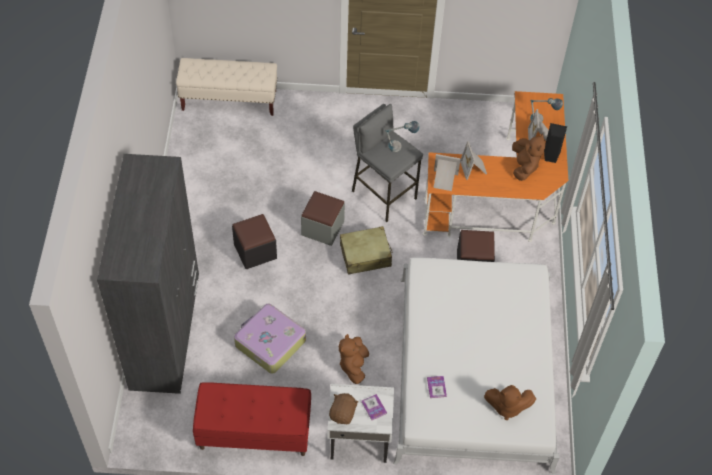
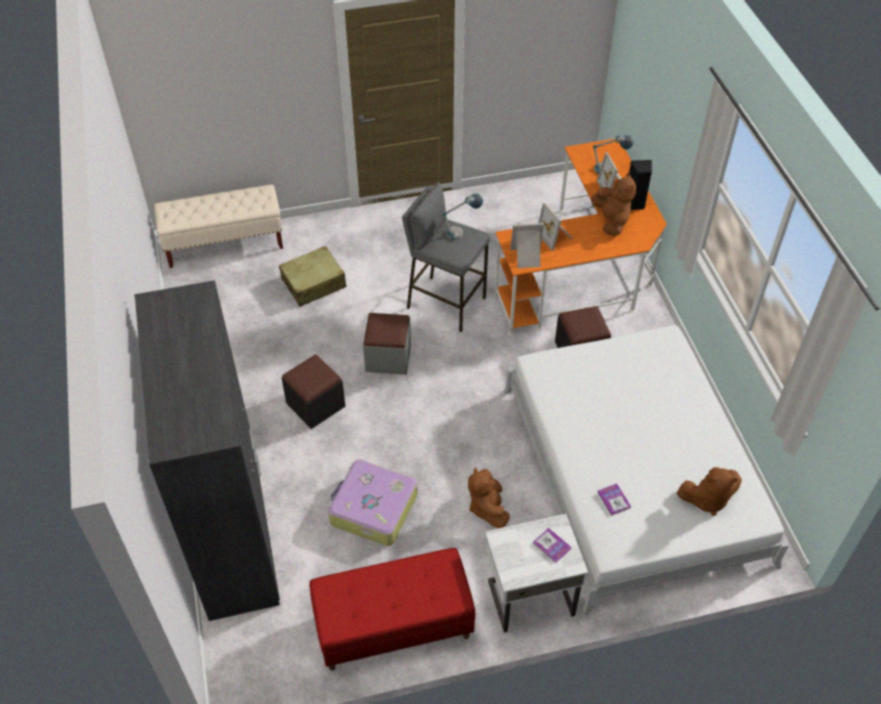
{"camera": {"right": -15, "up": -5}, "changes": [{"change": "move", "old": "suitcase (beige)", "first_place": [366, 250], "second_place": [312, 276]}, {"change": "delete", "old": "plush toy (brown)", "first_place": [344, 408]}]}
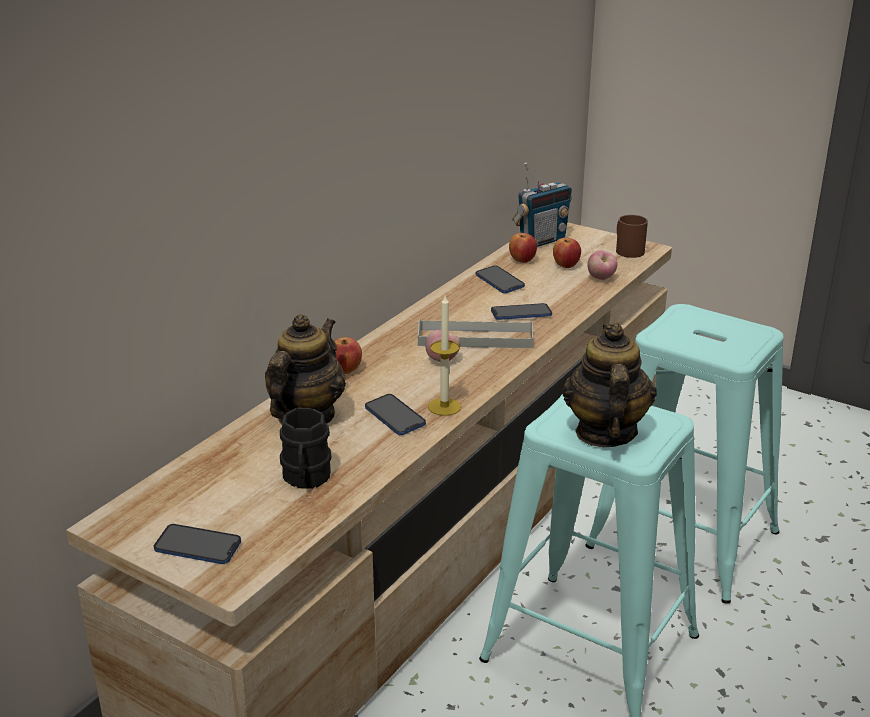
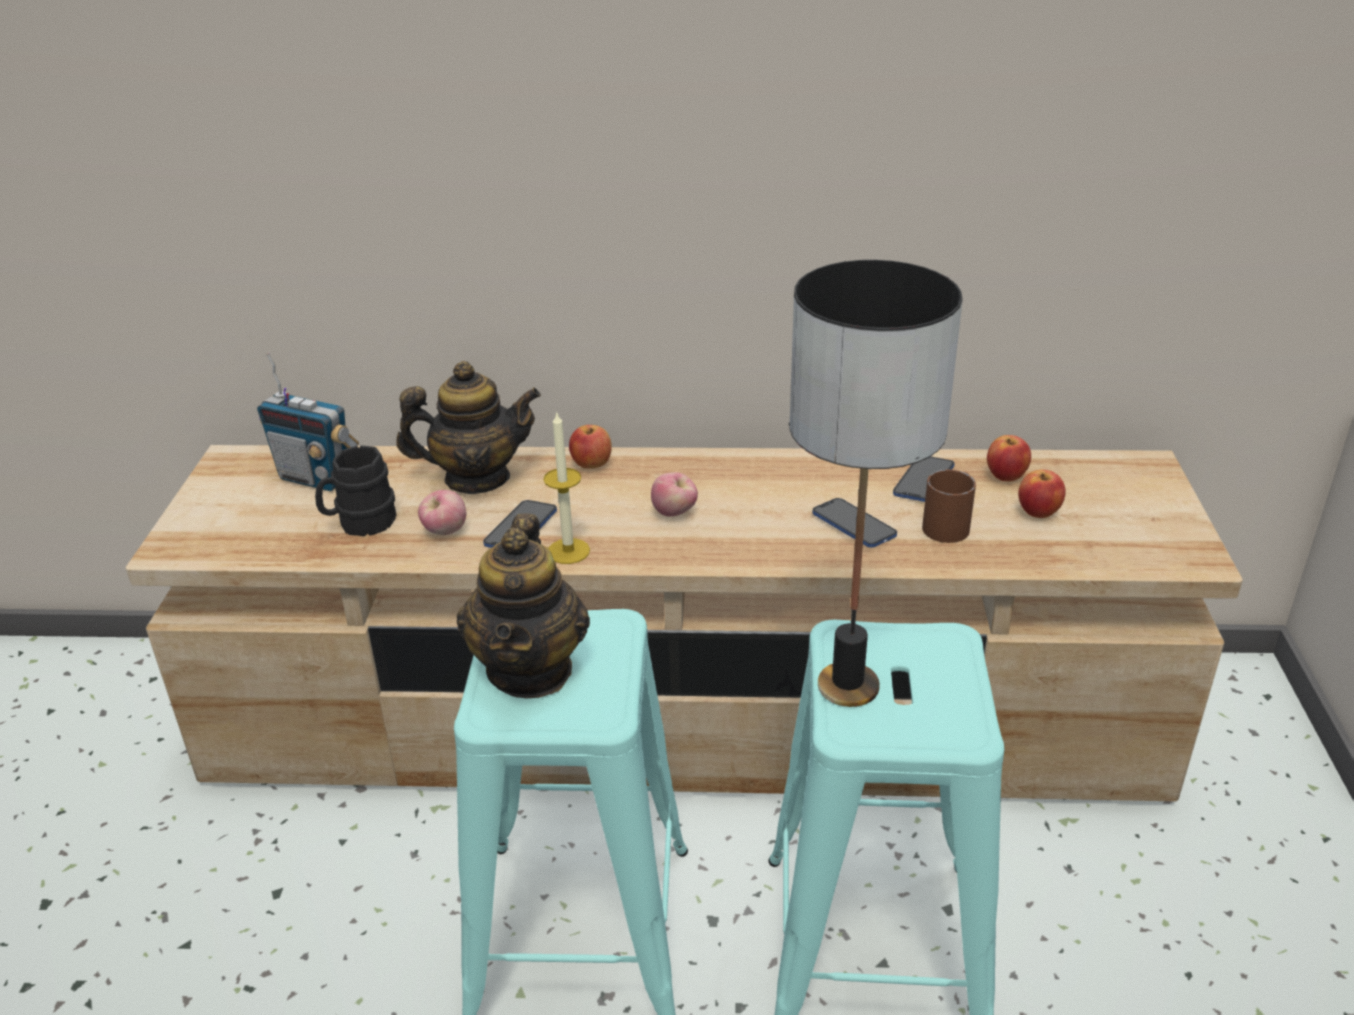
{"camera": {"right": 60, "up": 5}, "changes": [{"change": "move", "old": "radio", "first_place": [542, 205], "second_place": [308, 421]}, {"change": "move", "old": "apple", "first_place": [602, 265], "second_place": [442, 512]}, {"change": "rotate", "old": "teapot", "first_place": [609, 384], "second_place": [523, 606], "degrees": 120}, {"change": "insert", "new": "table lamp", "second_place": [876, 483]}, {"change": "move", "old": "mug (brown)", "first_place": [632, 236], "second_place": [949, 506]}, {"change": "delete", "old": "phone", "first_place": [197, 544]}, {"change": "delete", "old": "tray (grey)", "first_place": [475, 333]}]}
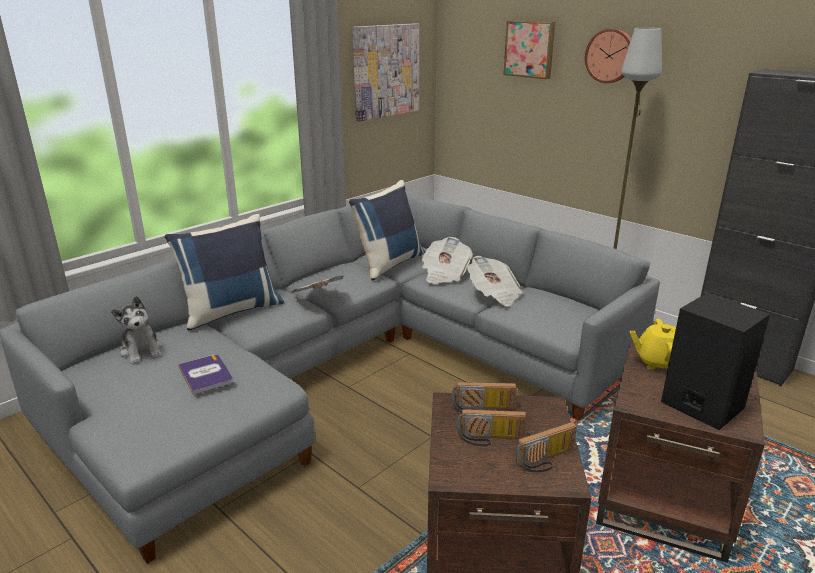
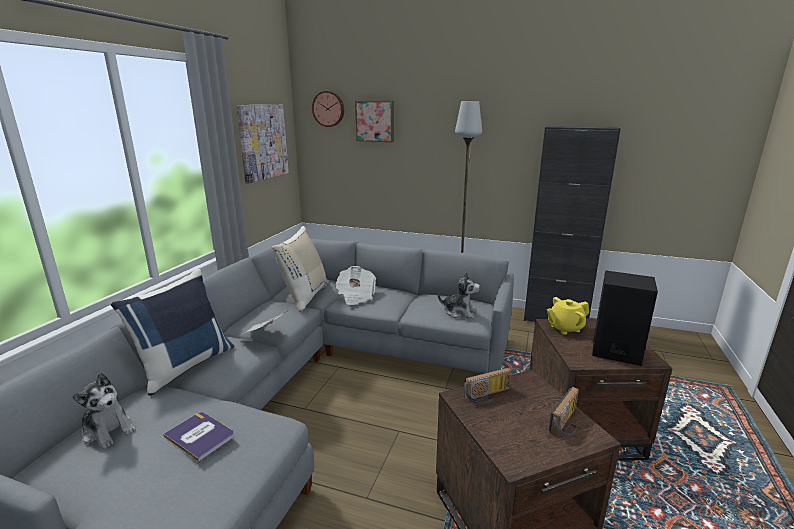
{"camera": {"right": -25, "up": -5}, "changes": [{"change": "recolor", "old": "pillow (blue)", "new": "pillow (beige)", "first_place": [387, 230], "second_place": [300, 269]}, {"change": "move", "old": "wall clock", "first_place": [608, 55], "second_place": [328, 109]}, {"change": "insert", "new": "plush toy", "second_place": [459, 295]}, {"change": "delete", "old": "radio", "first_place": [491, 428]}, {"change": "delete", "old": "newspaper", "first_place": [495, 281]}]}
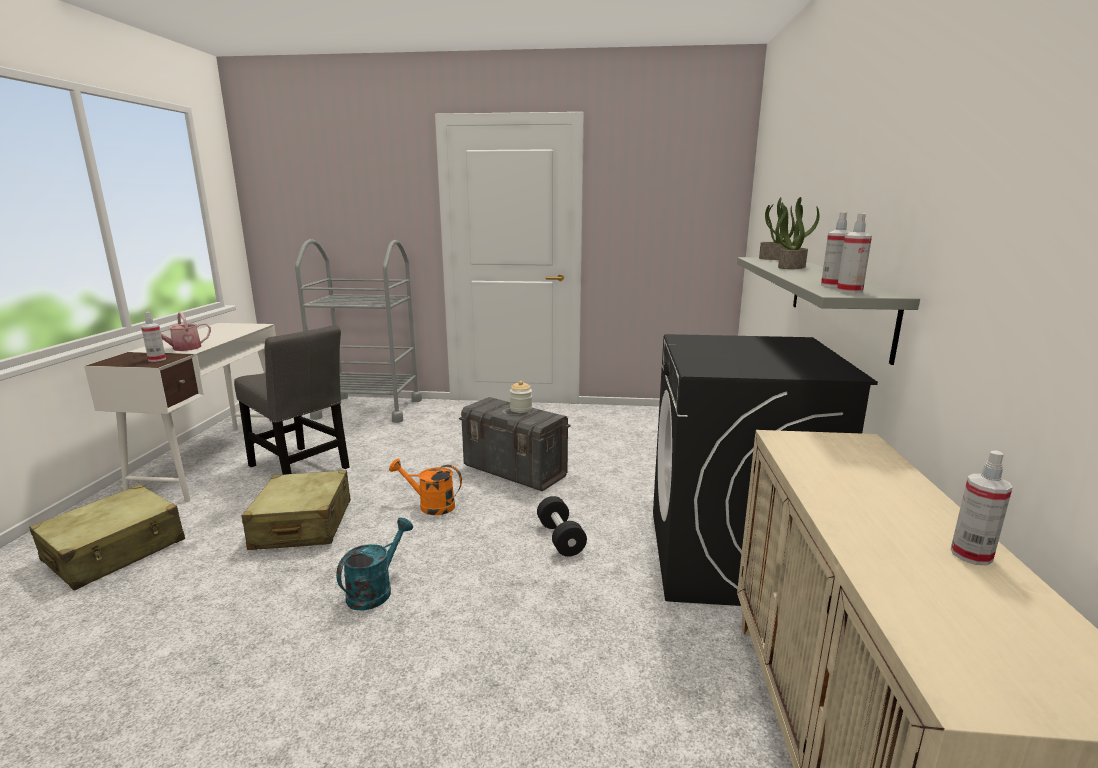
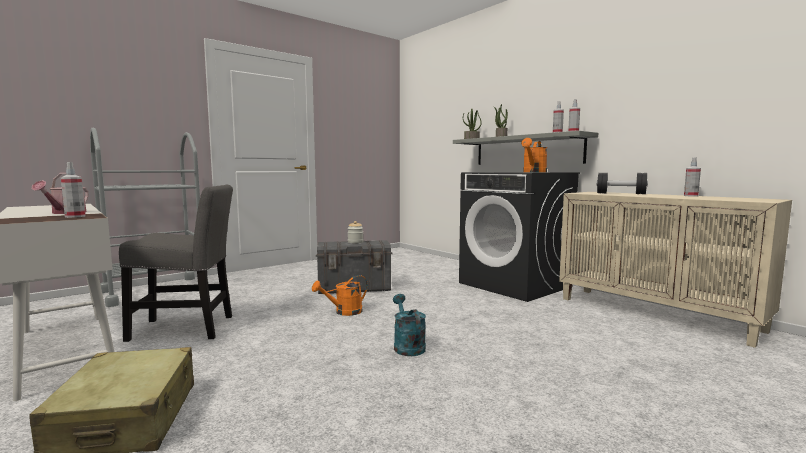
{"camera": {"right": -45, "up": -10}, "changes": [{"change": "insert", "new": "watering can (orange)", "second_place": [534, 155]}, {"change": "move", "old": "dumbbell (black)", "first_place": [562, 526], "second_place": [622, 183]}, {"change": "delete", "old": "suitcase (beige)", "first_place": [296, 510]}]}
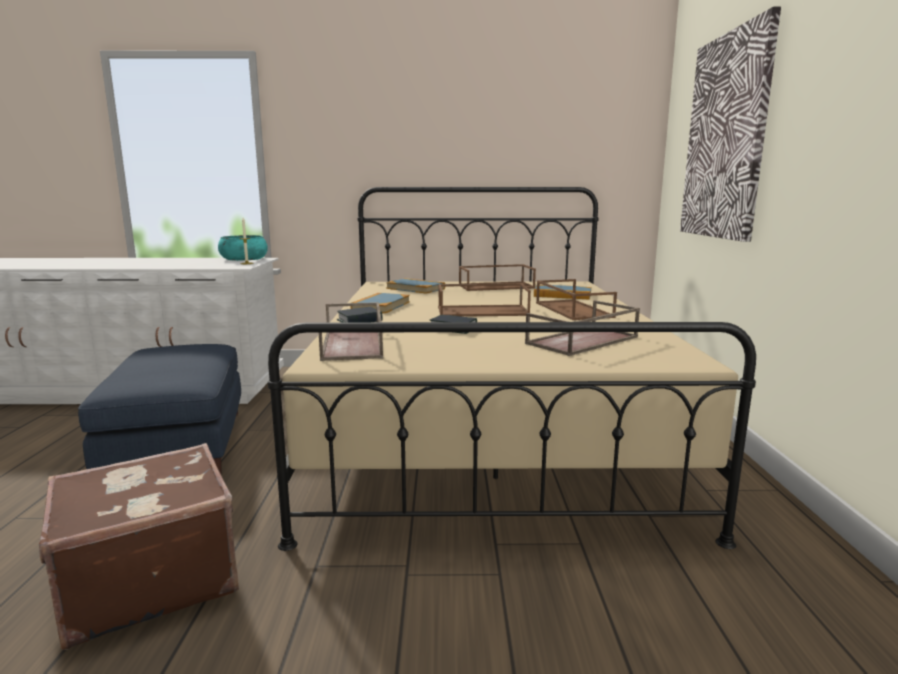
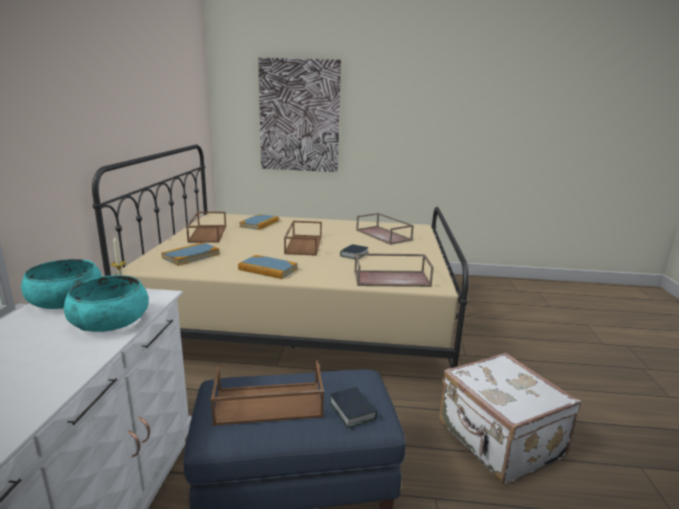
{"camera": {"right": -85, "up": 5}, "changes": [{"change": "insert", "new": "bowl (turquoise)", "second_place": [106, 303]}, {"change": "move", "old": "tray (brown)", "first_place": [576, 299], "second_place": [267, 393]}, {"change": "move", "old": "book", "first_place": [360, 314], "second_place": [353, 407]}, {"change": "recolor", "old": "suitcase (brown)", "new": "suitcase (white)", "first_place": [139, 546], "second_place": [510, 419]}]}
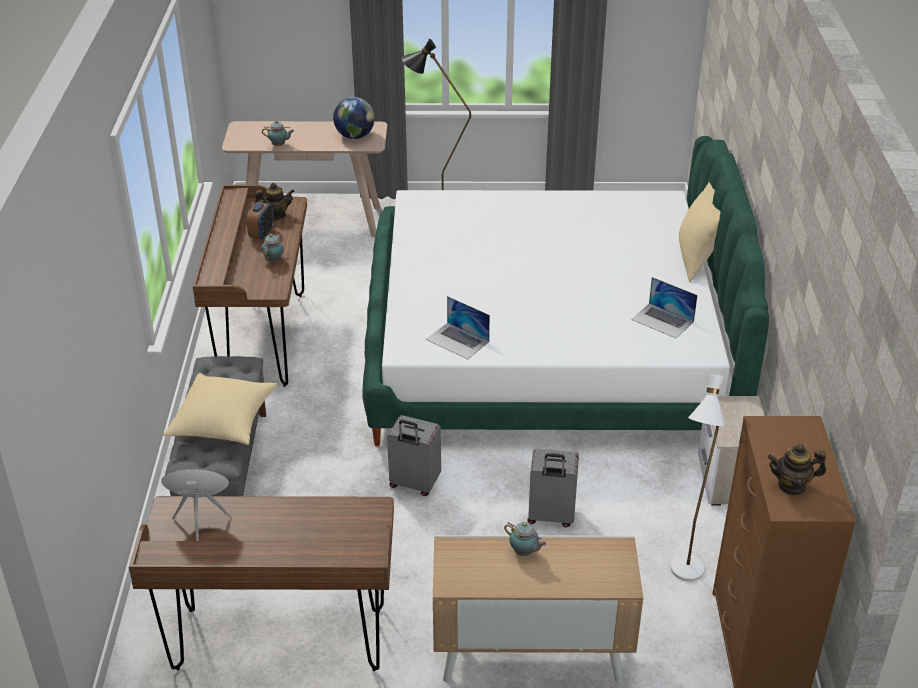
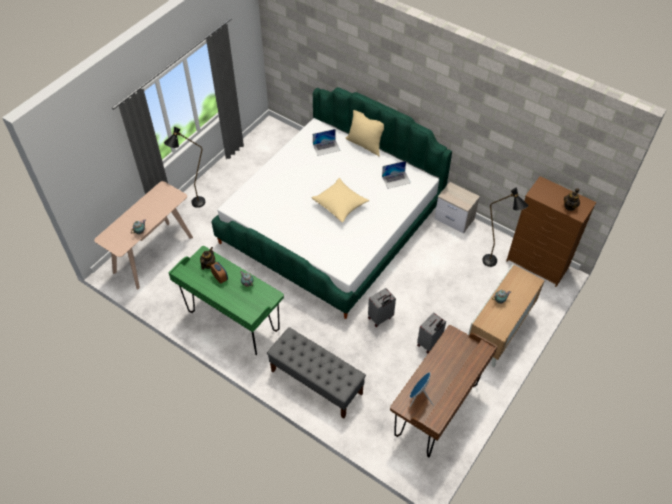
{"camera": {"right": -55, "up": 15}, "changes": [{"change": "recolor", "old": "desk (brown)", "new": "desk (green)", "first_place": [250, 286], "second_place": [226, 300]}, {"change": "move", "old": "pillow (beige)", "first_place": [220, 409], "second_place": [340, 200]}, {"change": "move", "old": "laptop", "first_place": [458, 327], "second_place": [326, 142]}, {"change": "move", "old": "suitcase (grey)", "first_place": [553, 488], "second_place": [431, 332]}, {"change": "recolor", "old": "floor lamp (white)", "new": "floor lamp (black)", "first_place": [697, 478], "second_place": [505, 227]}, {"change": "delete", "old": "globe", "first_place": [354, 118]}]}
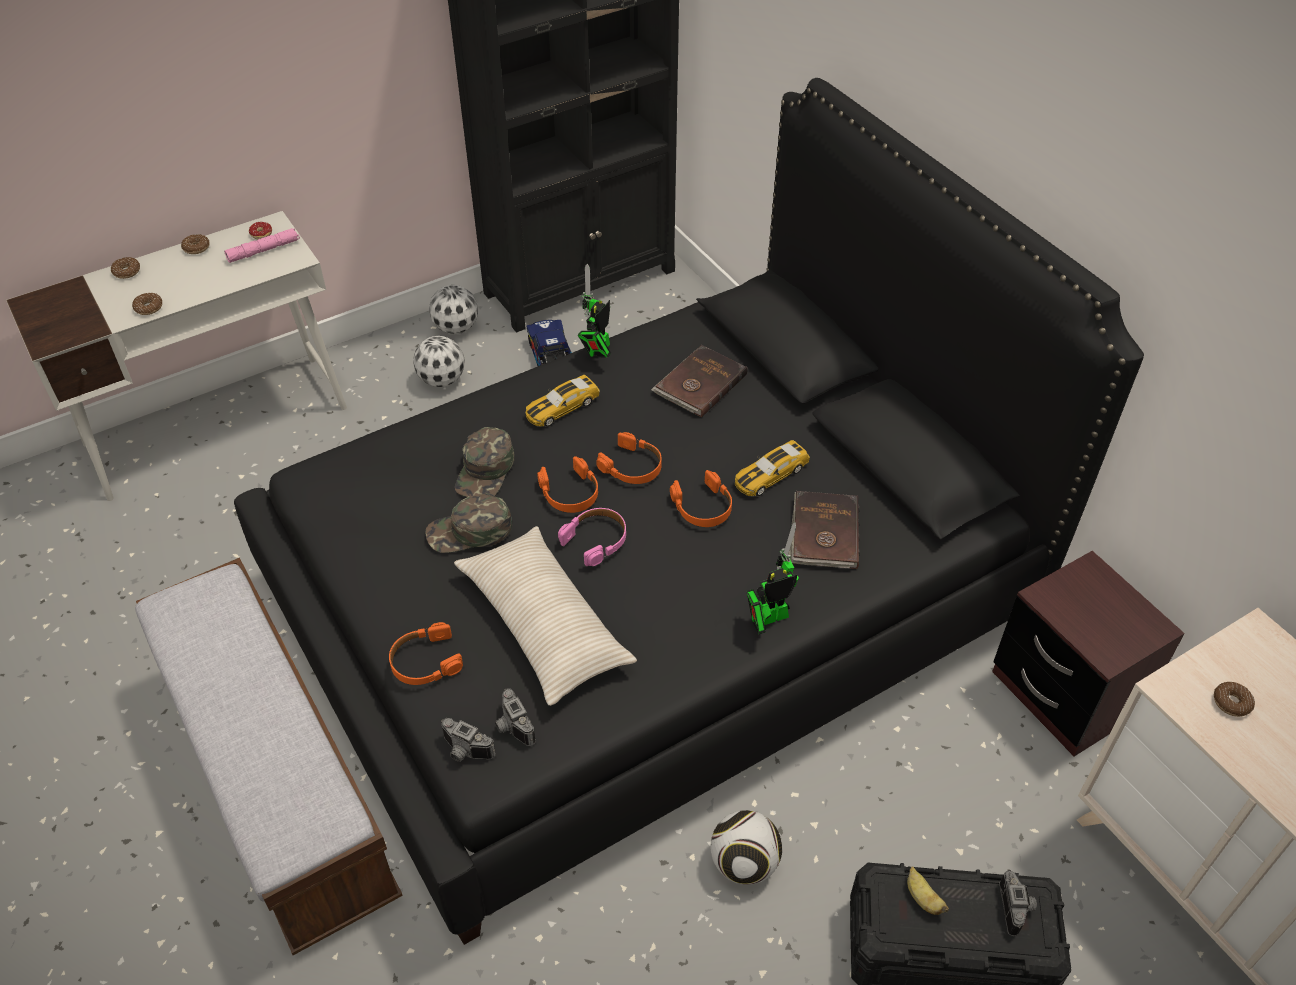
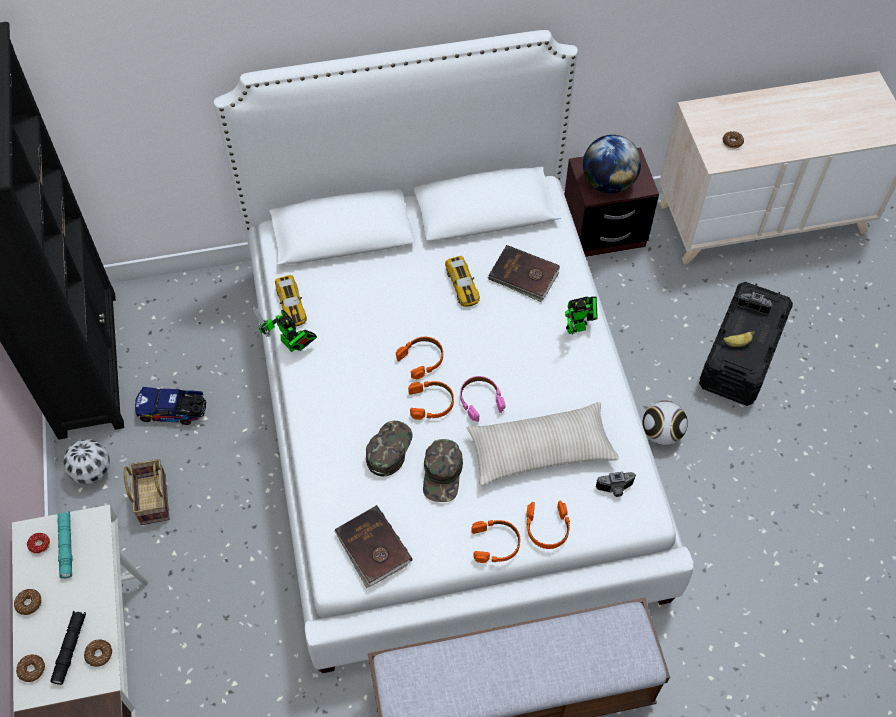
{"camera": {"right": -70, "up": 10}, "changes": [{"change": "insert", "new": "flashlight (black)", "second_place": [68, 647]}, {"change": "recolor", "old": "flashlight (pink)", "new": "flashlight (turquoise)", "first_place": [262, 245], "second_place": [65, 545]}, {"change": "replace", "old": "football", "new": "basket", "first_place": [439, 361], "second_place": [146, 492]}, {"change": "recolor", "old": "bed (black)", "new": "bed (white)", "first_place": [689, 511], "second_place": [454, 351]}, {"change": "move", "old": "toy car", "first_place": [563, 401], "second_place": [291, 301]}, {"change": "move", "old": "book (brown)", "first_place": [699, 381], "second_place": [373, 546]}, {"change": "rotate", "old": "cap (green)", "first_place": [485, 462], "second_place": [389, 448], "degrees": -105}, {"change": "move", "old": "headphones (orange)", "first_place": [701, 498], "second_place": [495, 541]}, {"change": "rotate", "old": "toy robot", "first_place": [772, 578], "second_place": [581, 315], "degrees": -105}, {"change": "insert", "new": "globe", "second_place": [612, 164]}, {"change": "delete", "old": "photo camera", "first_place": [468, 740]}]}
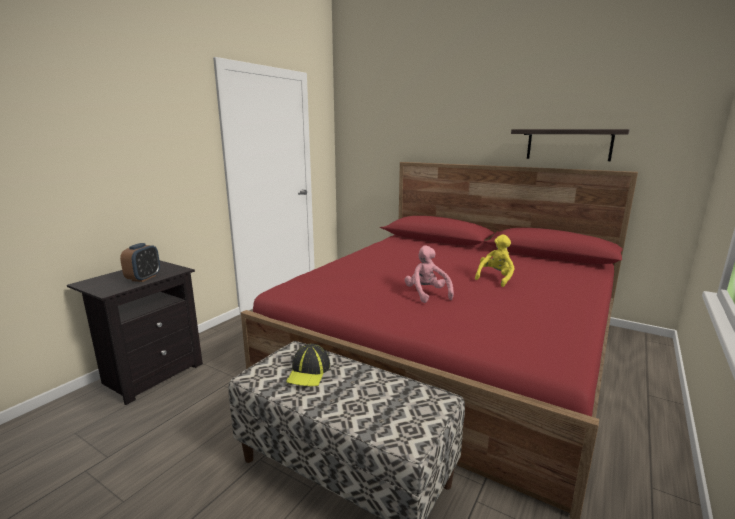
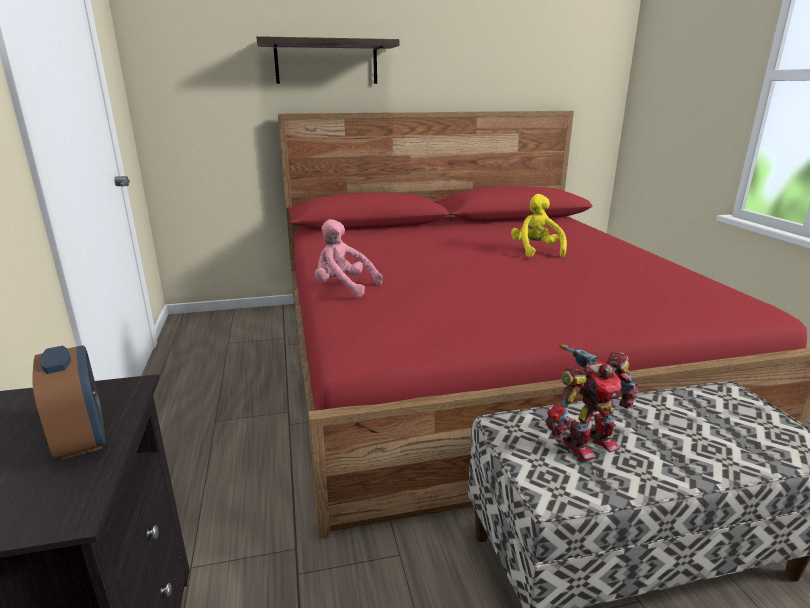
{"camera": {"right": -45, "up": 5}, "changes": [{"change": "move", "old": "shelf", "first_place": [570, 145], "second_place": [328, 60]}, {"change": "move", "old": "plush toy (pink)", "first_place": [429, 274], "second_place": [349, 258]}, {"change": "replace", "old": "cap", "new": "toy robot", "first_place": [308, 365], "second_place": [592, 403]}]}
